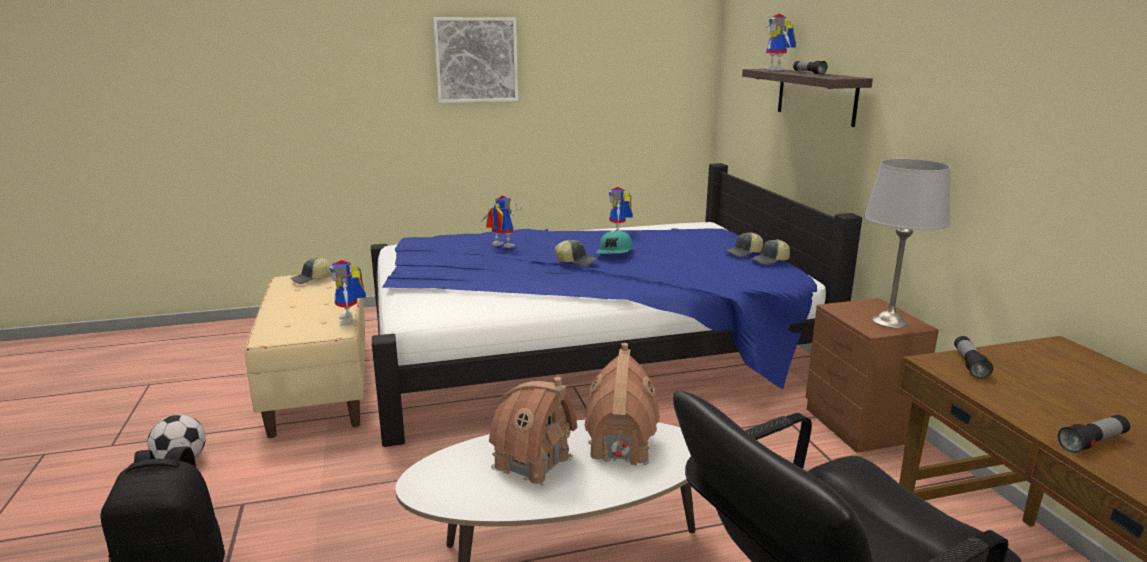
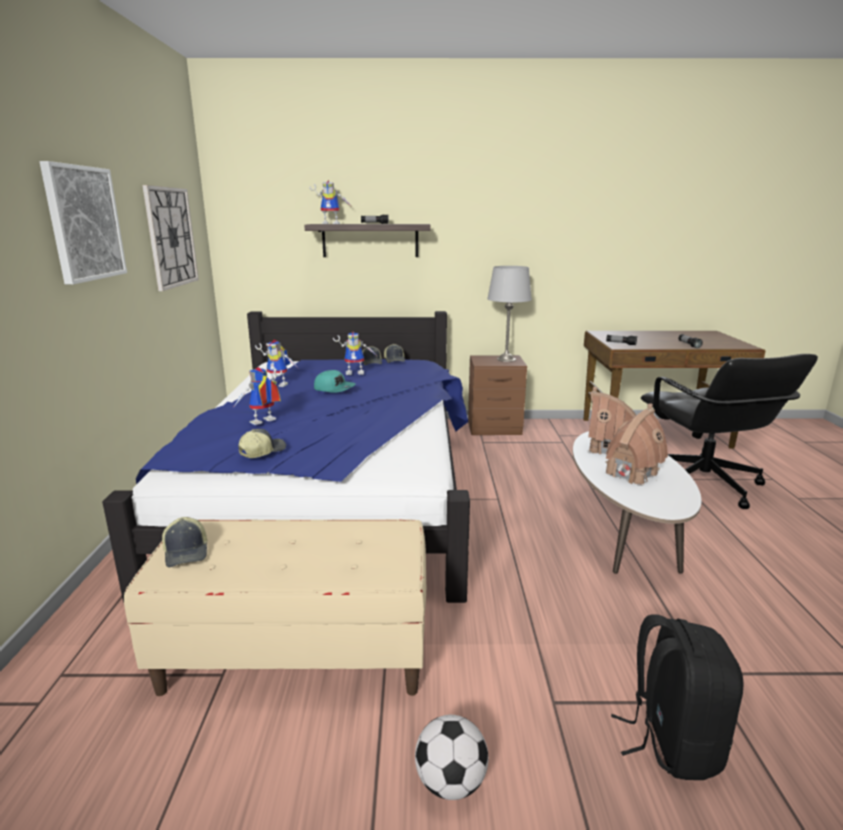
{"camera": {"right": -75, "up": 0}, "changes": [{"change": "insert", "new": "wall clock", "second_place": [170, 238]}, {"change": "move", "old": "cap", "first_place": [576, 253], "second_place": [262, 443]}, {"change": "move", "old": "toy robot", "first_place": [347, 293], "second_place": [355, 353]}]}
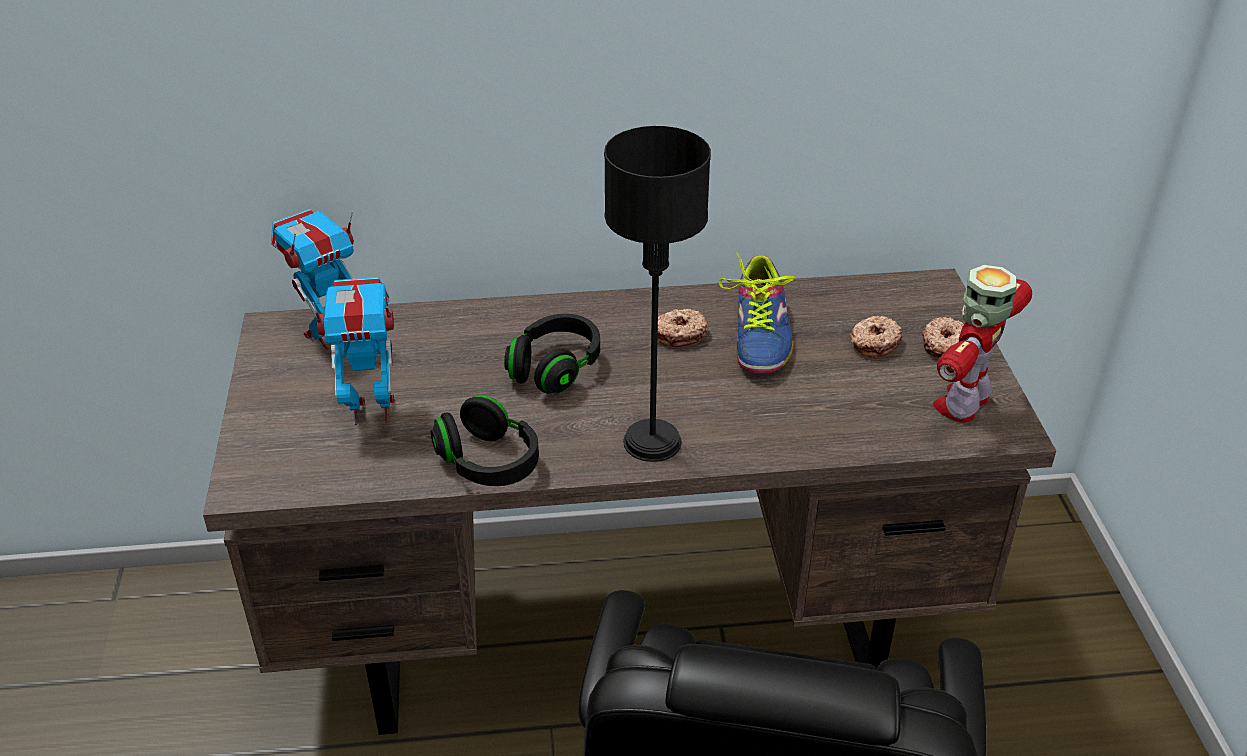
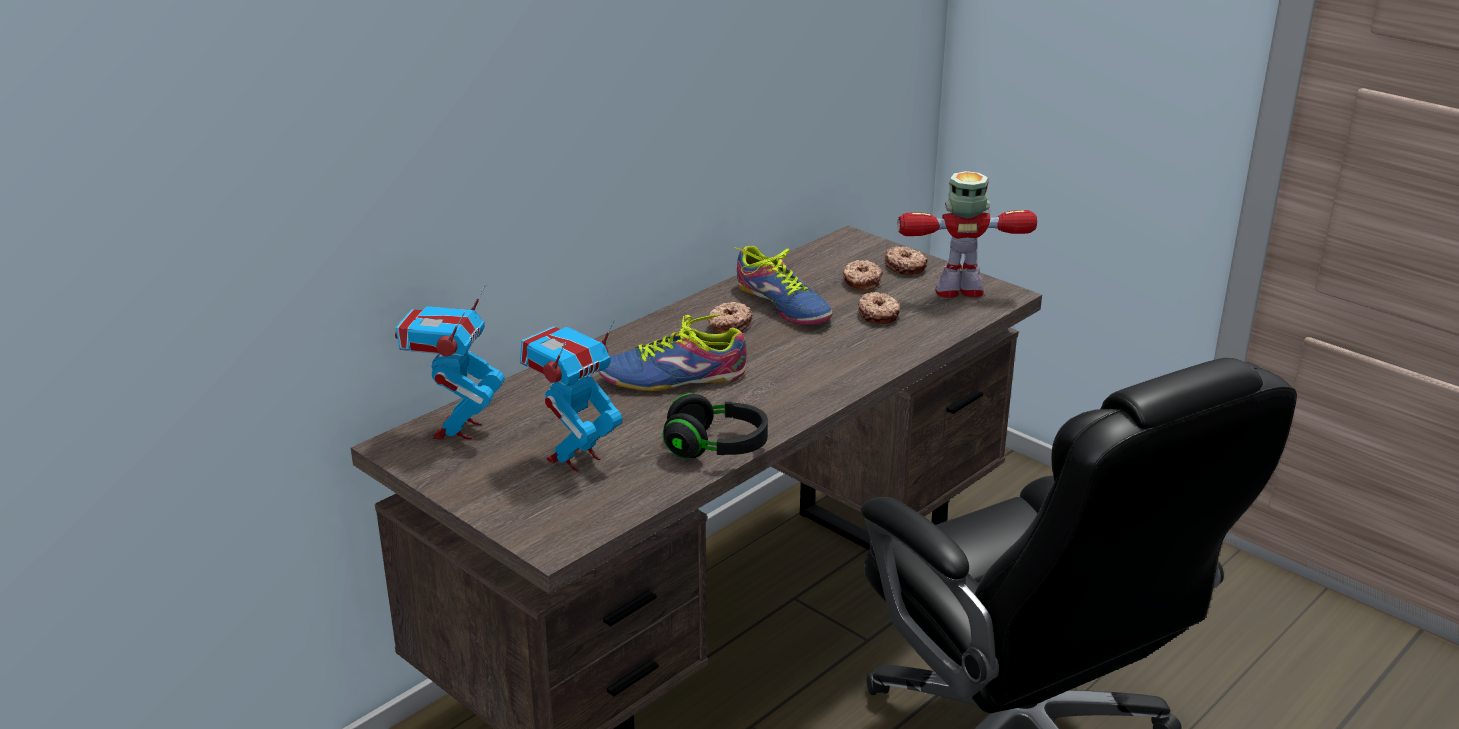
{"camera": {"right": -40, "up": -10}, "changes": [{"change": "replace", "old": "headphones (black)", "new": "shoe", "first_place": [552, 354], "second_place": [672, 352]}, {"change": "insert", "new": "donut", "second_place": [879, 308]}, {"change": "rotate", "old": "toy robot", "first_place": [982, 344], "second_place": [967, 234], "degrees": 90}, {"change": "delete", "old": "table lamp (black)", "first_place": [657, 294]}]}
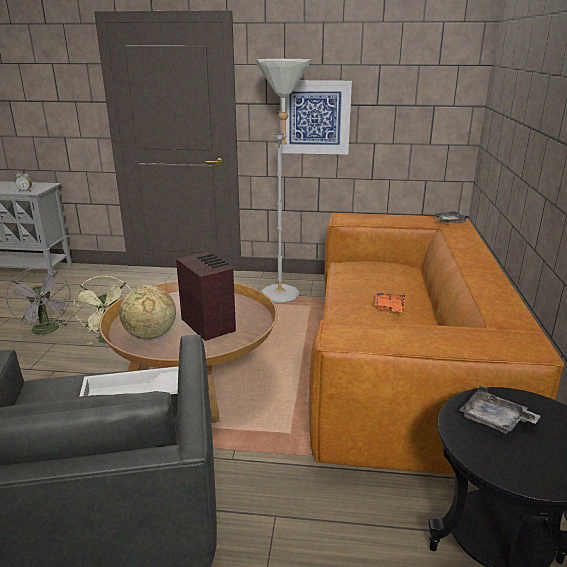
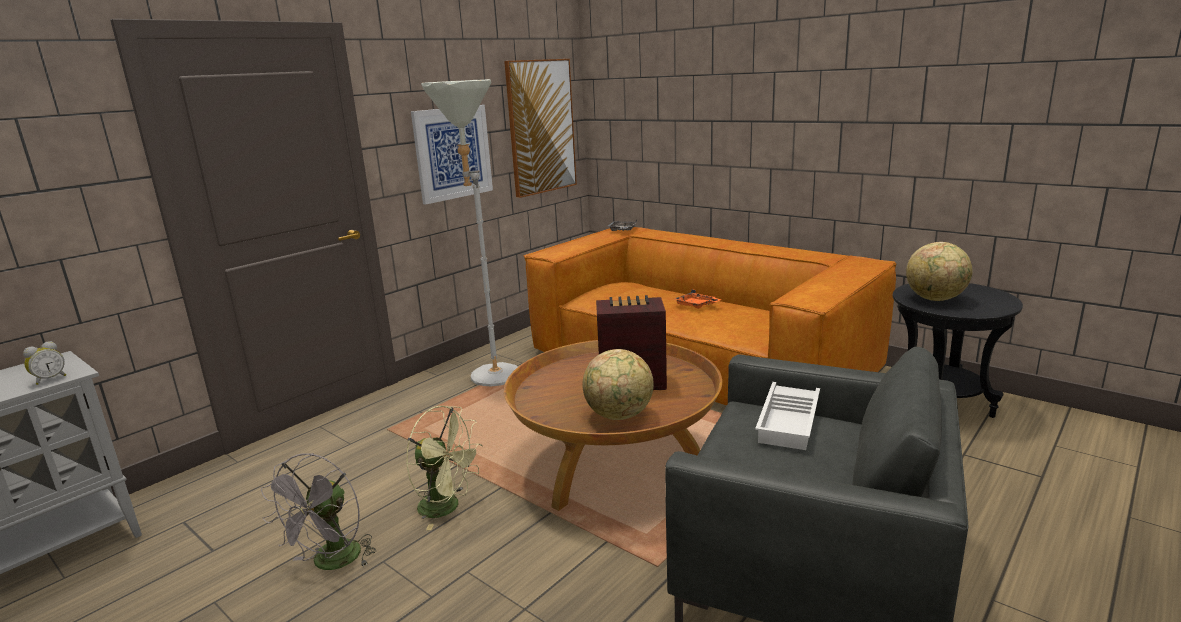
{"camera": {"right": -55, "up": -5}, "changes": [{"change": "rotate", "old": "fan (grey)", "first_place": [38, 302], "second_place": [318, 511], "degrees": 105}, {"change": "insert", "new": "picture", "second_place": [540, 128]}, {"change": "replace", "old": "tray (grey)", "new": "globe", "first_place": [500, 410], "second_place": [939, 271]}]}
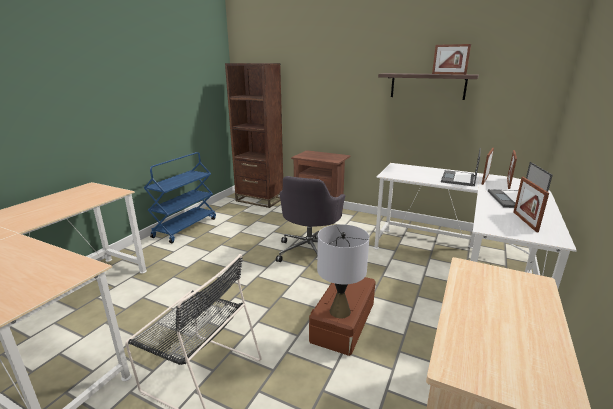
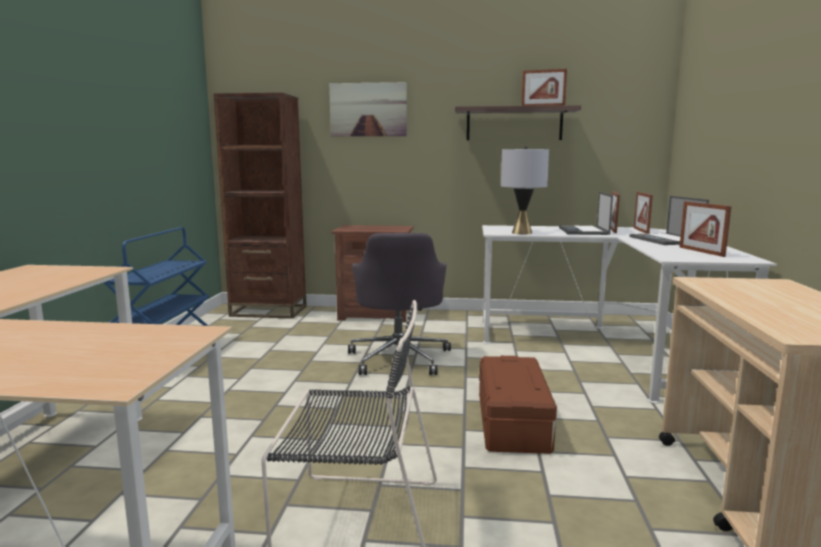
{"camera": {"right": -20, "up": -10}, "changes": [{"change": "insert", "new": "picture", "second_place": [368, 109]}, {"change": "move", "old": "table lamp (grey)", "first_place": [343, 271], "second_place": [525, 190]}]}
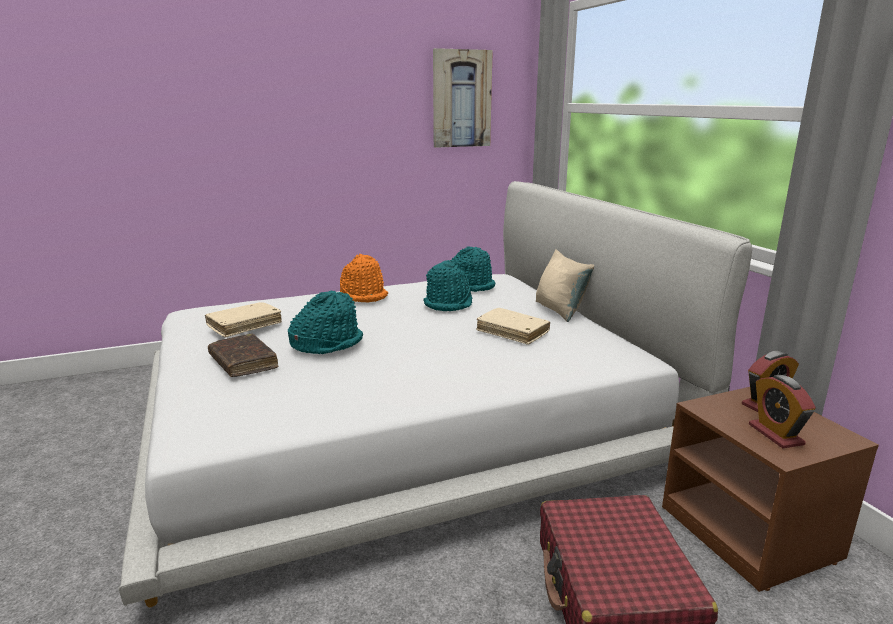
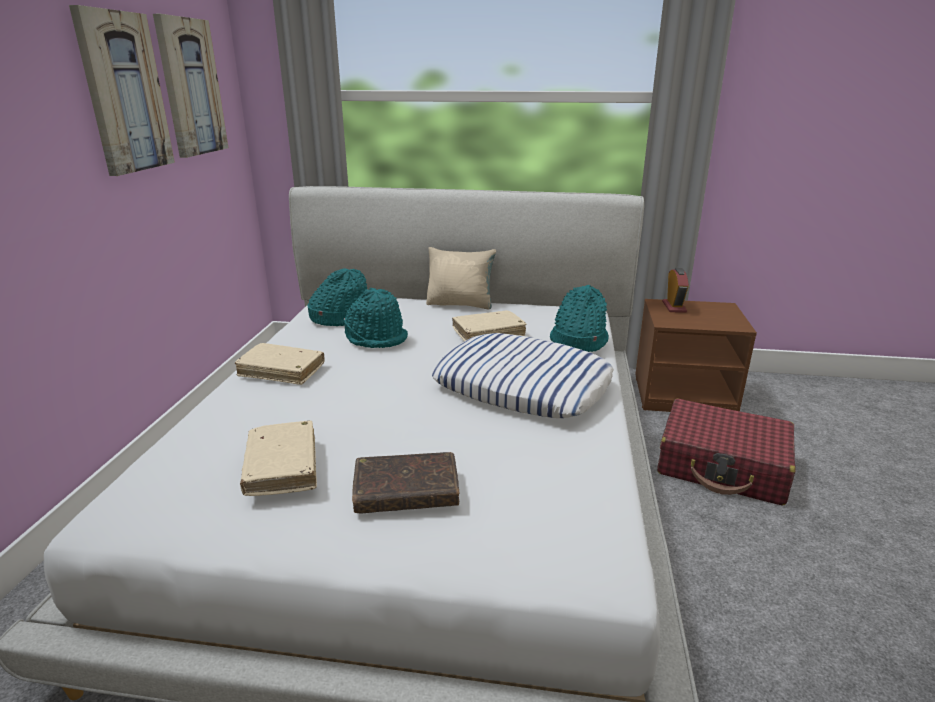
{"camera": {"right": -60, "up": 5}, "changes": [{"change": "insert", "new": "picture", "second_place": [122, 90]}, {"change": "replace", "old": "hat (orange)", "new": "book (beige)", "first_place": [364, 278], "second_place": [280, 364]}, {"change": "insert", "new": "pillow", "second_place": [523, 375]}, {"change": "move", "old": "hat (turquoise)", "first_place": [325, 322], "second_place": [579, 318]}, {"change": "delete", "old": "alarm clock", "first_place": [782, 411]}]}
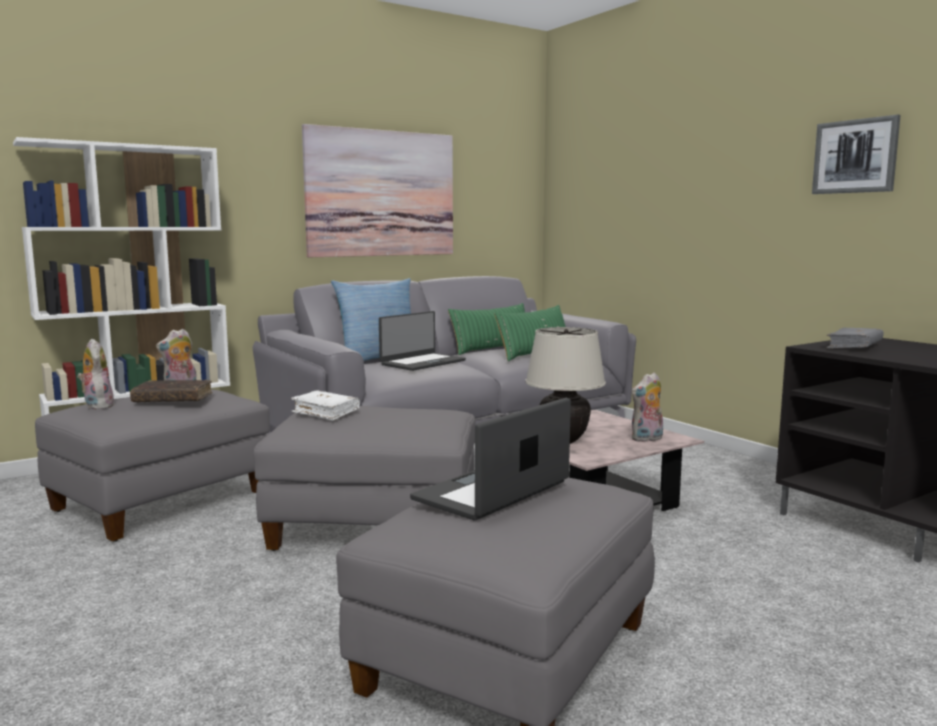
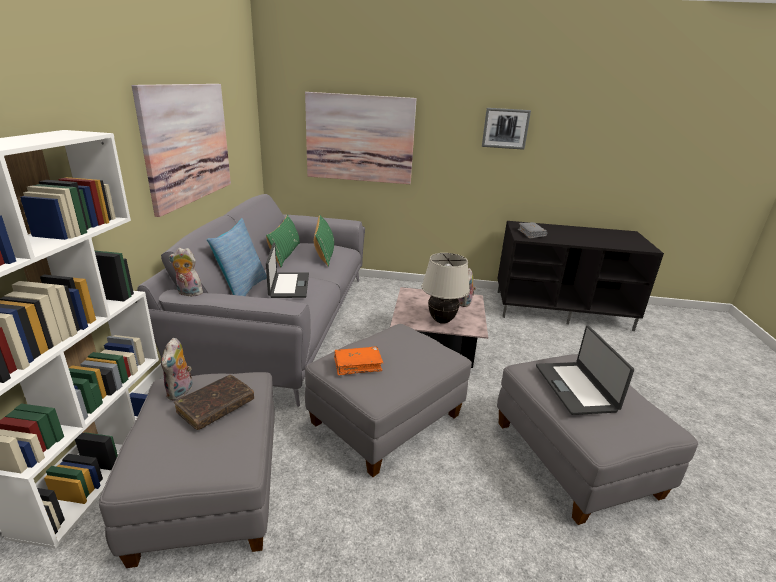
{"camera": {"right": -50, "up": 15}, "changes": [{"change": "move", "old": "plush toy", "first_place": [95, 374], "second_place": [186, 272]}, {"change": "insert", "new": "picture", "second_place": [361, 138]}, {"change": "recolor", "old": "book (white)", "new": "book (orange)", "first_place": [325, 405], "second_place": [358, 360]}]}
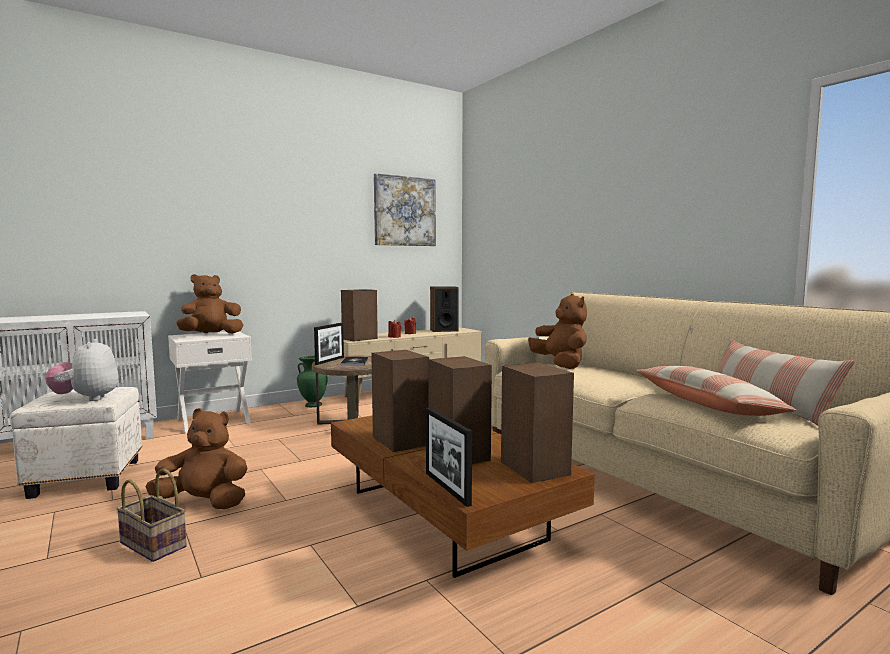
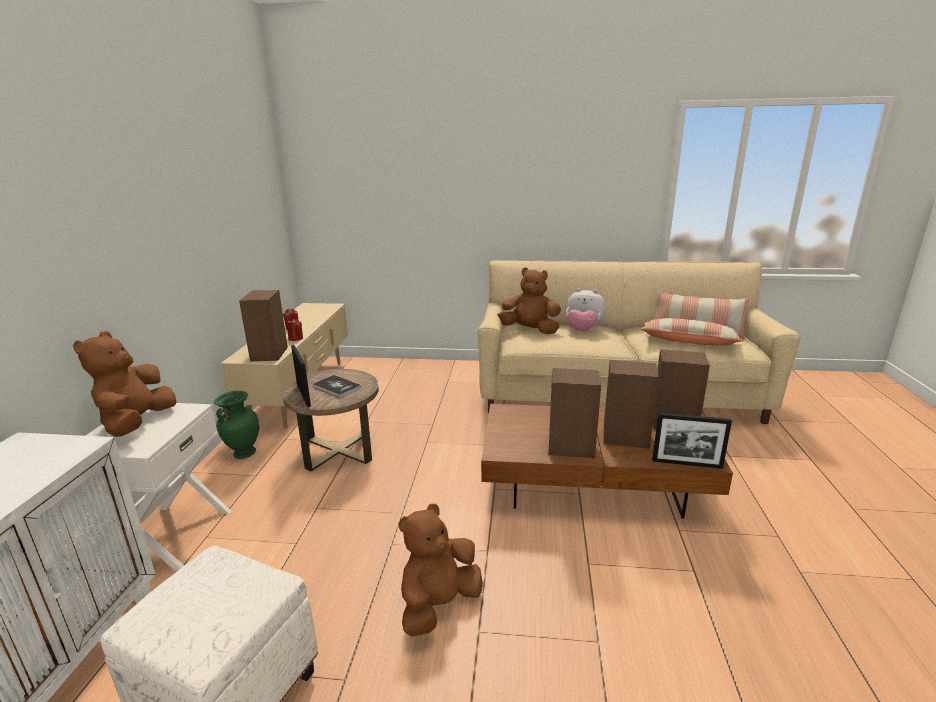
{"camera": {"right": -50, "up": 15}, "changes": [{"change": "move", "old": "plush toy", "first_place": [82, 370], "second_place": [586, 309]}, {"change": "delete", "old": "basket", "first_place": [151, 515]}, {"change": "delete", "old": "picture", "first_place": [405, 209]}, {"change": "delete", "old": "speaker", "first_place": [444, 309]}]}
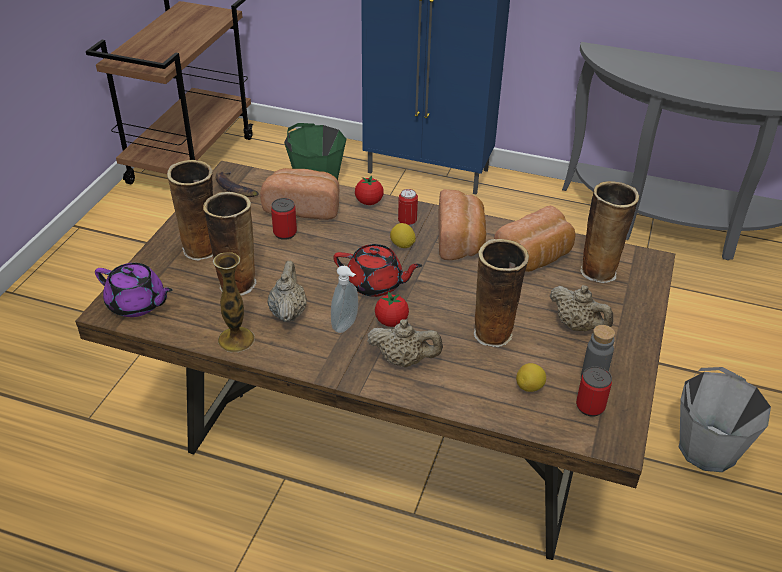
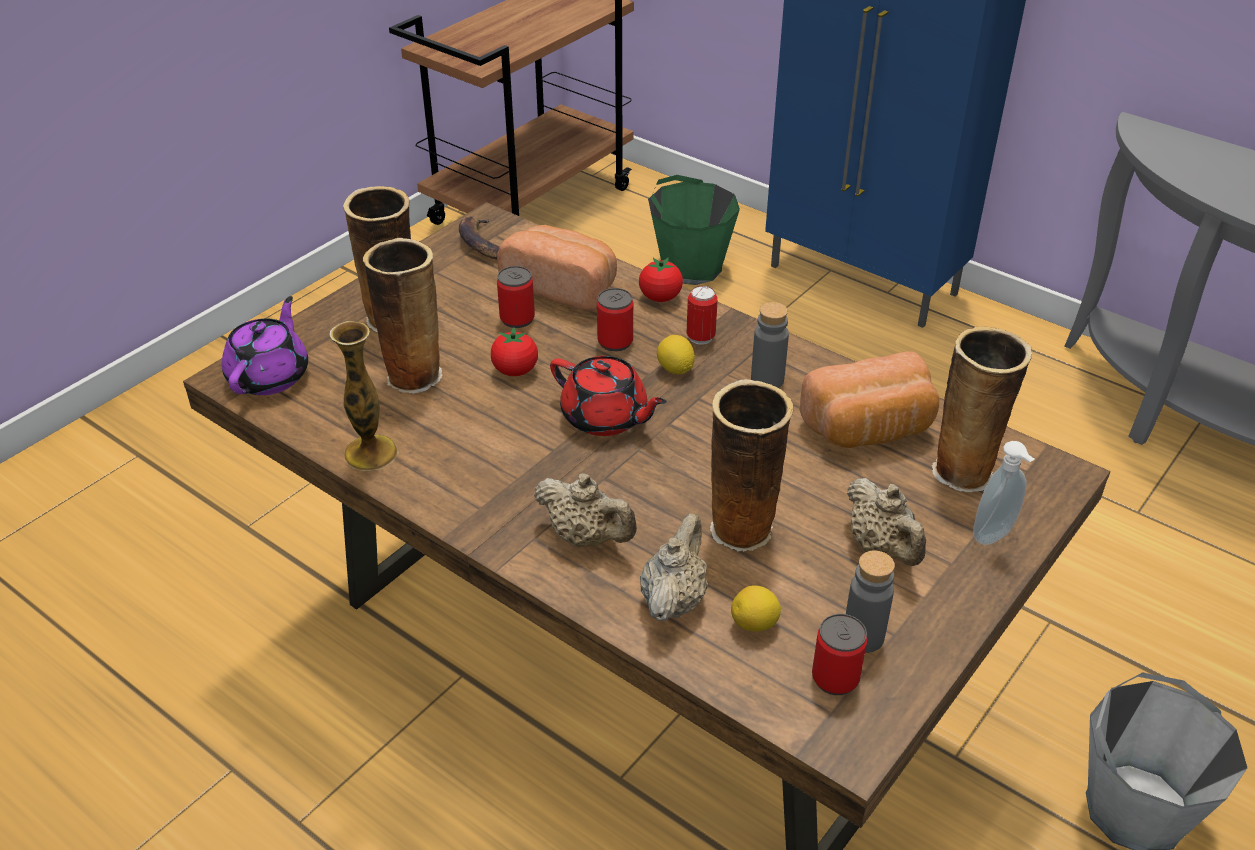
{"camera": {"right": 20, "up": 0}, "changes": [{"change": "rotate", "old": "teapot (purple)", "first_place": [133, 290], "second_place": [265, 345], "degrees": -120}, {"change": "move", "old": "tomato", "first_place": [392, 309], "second_place": [514, 351]}, {"change": "insert", "new": "can", "second_place": [615, 319]}, {"change": "move", "old": "teapot (beige)", "first_place": [287, 291], "second_place": [674, 567]}, {"change": "replace", "old": "bread", "new": "bottle (grey)", "first_place": [462, 224], "second_place": [770, 345]}, {"change": "move", "old": "soap dispenser", "first_place": [344, 299], "second_place": [1004, 493]}]}
